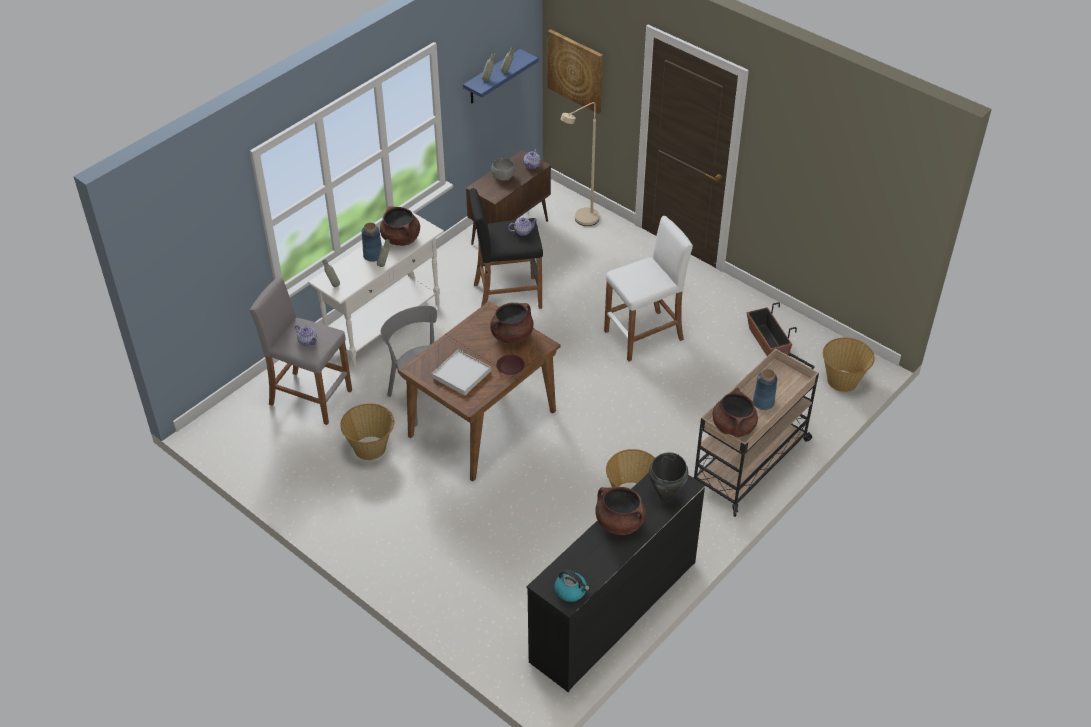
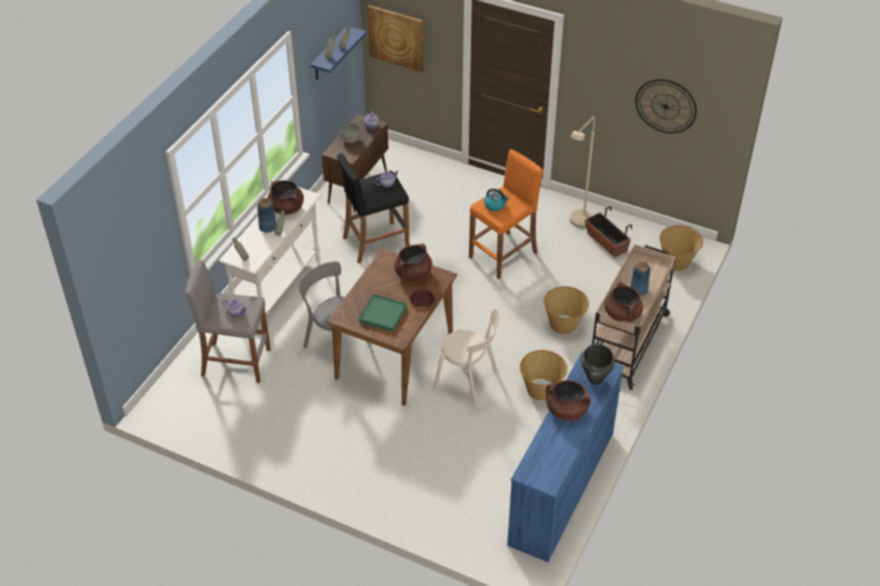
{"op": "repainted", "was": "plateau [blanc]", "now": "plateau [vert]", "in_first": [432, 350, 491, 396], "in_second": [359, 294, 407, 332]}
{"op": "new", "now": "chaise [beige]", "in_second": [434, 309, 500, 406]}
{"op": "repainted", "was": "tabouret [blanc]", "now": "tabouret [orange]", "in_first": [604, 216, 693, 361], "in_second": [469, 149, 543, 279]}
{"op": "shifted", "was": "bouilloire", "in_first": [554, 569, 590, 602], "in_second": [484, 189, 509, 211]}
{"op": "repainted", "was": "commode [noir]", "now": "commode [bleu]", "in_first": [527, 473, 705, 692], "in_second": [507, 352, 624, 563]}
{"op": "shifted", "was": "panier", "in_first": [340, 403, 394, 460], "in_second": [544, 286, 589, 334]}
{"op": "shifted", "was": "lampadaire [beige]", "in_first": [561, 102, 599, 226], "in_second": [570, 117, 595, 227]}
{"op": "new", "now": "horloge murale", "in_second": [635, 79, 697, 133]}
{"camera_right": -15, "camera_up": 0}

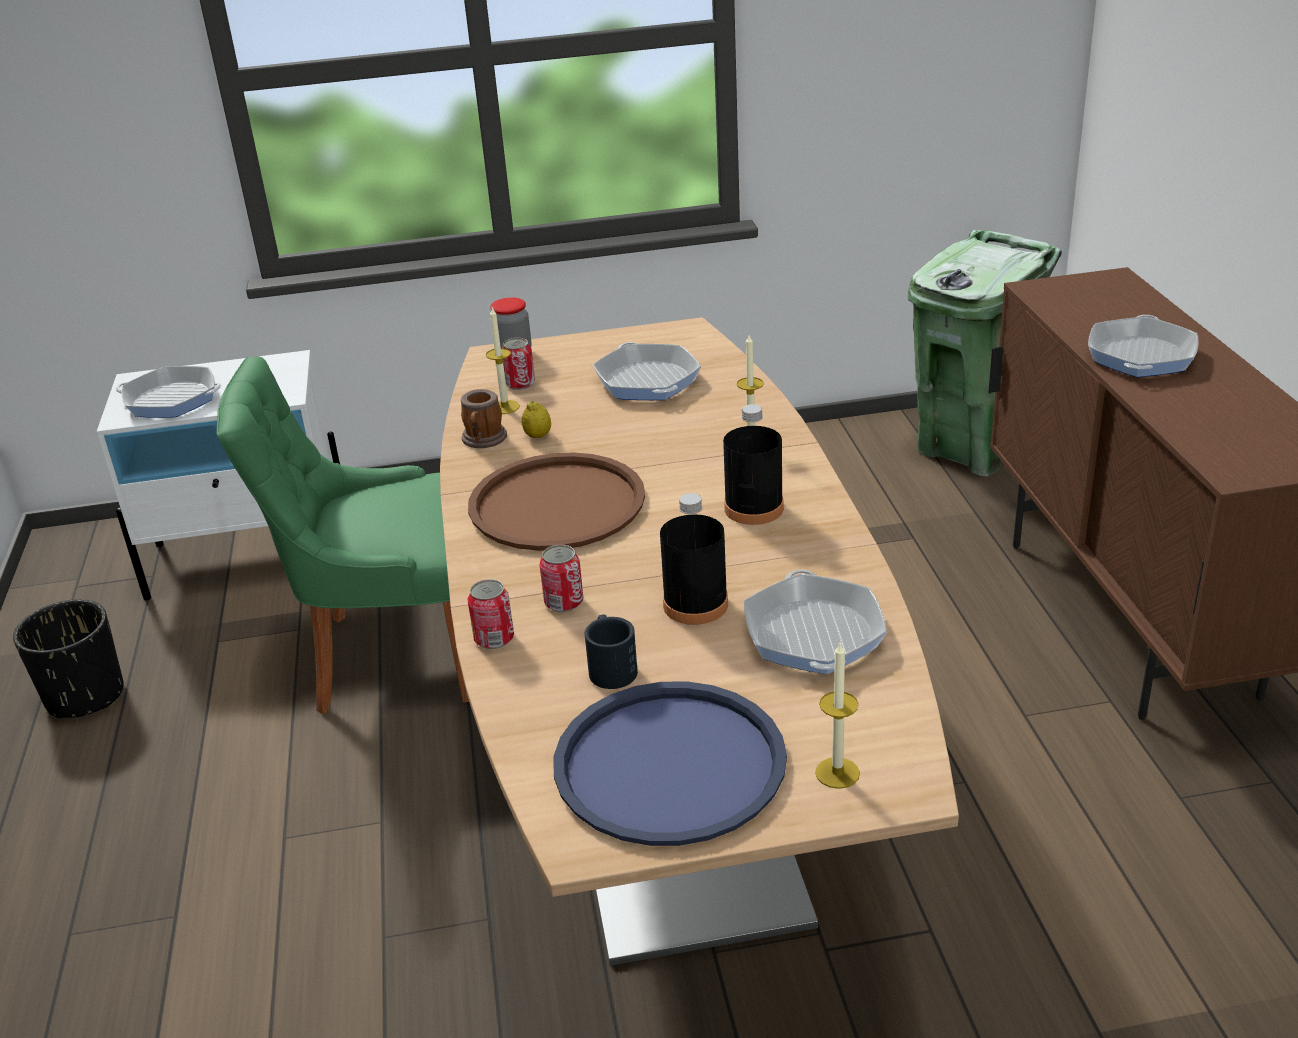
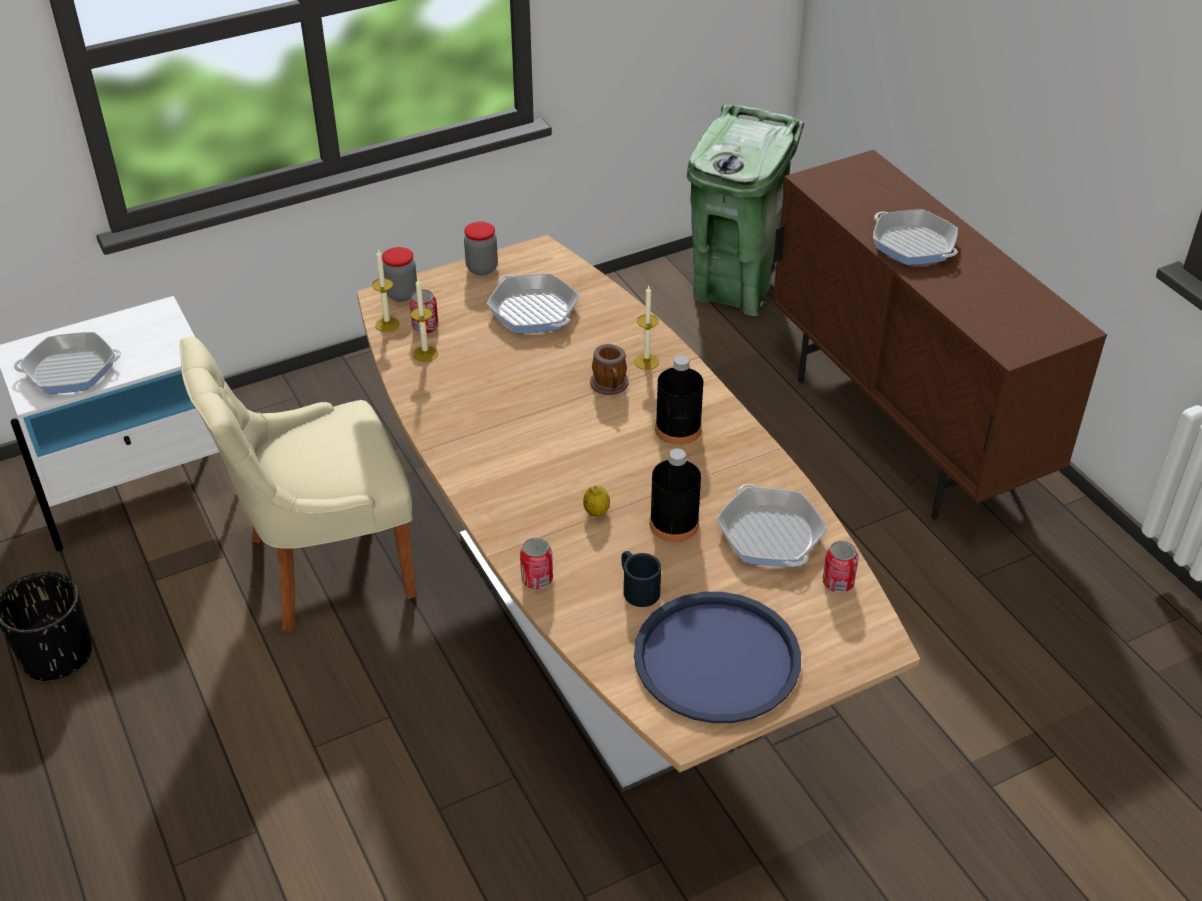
{"op": "repainted", "was": "chaise [vert]", "now": "chaise [beige]", "in_first": [216, 356, 469, 714], "in_second": [180, 336, 416, 632]}
{"op": "shifted", "was": "bougie", "in_first": [815, 643, 860, 789], "in_second": [372, 250, 400, 332]}
{"op": "new", "now": "bocal", "in_second": [464, 222, 498, 275]}
{"op": "shifted", "was": "citron", "in_first": [522, 401, 551, 438], "in_second": [583, 486, 610, 517]}
{"op": "shifted", "was": "mug", "in_first": [461, 389, 507, 448], "in_second": [590, 344, 629, 395]}
{"op": "shifted", "was": "boîte métallique", "in_first": [539, 545, 583, 612], "in_second": [823, 541, 859, 593]}
{"op": "rotated", "was": "poêle", "in_first": [1088, 315, 1199, 377], "in_second": [873, 209, 958, 265], "clockwise": -45}
{"op": "gone", "was": "plateau [marron]", "in_first": [468, 452, 645, 551]}
{"camera_right": -20, "camera_up": 10}

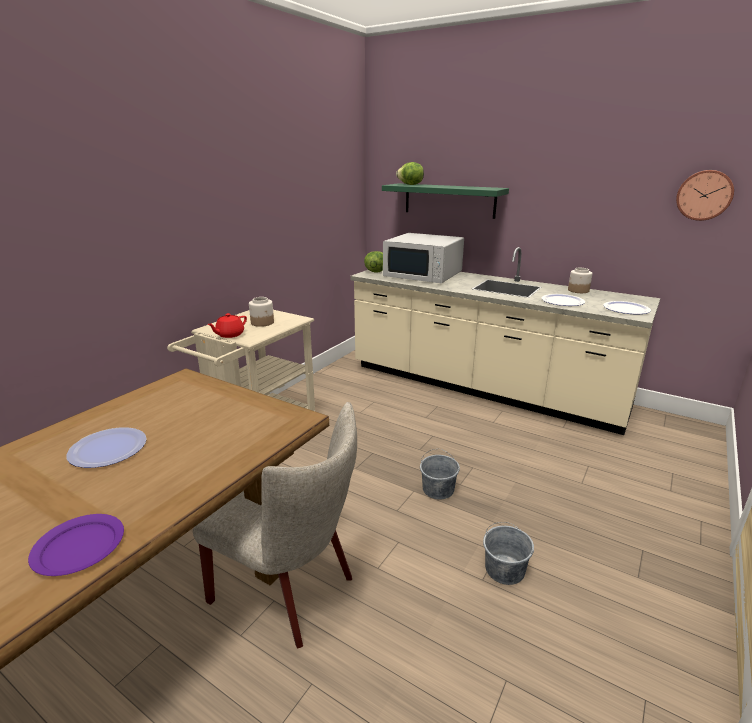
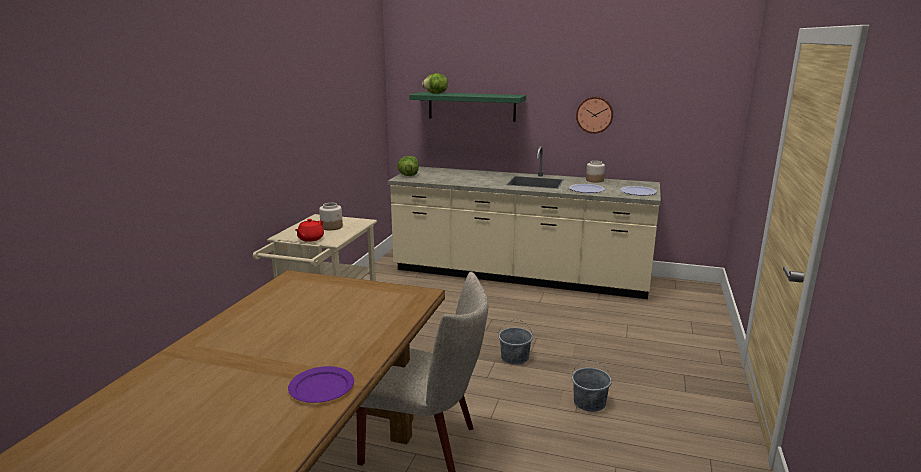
{"op": "shifted", "was": "horloge murale", "in_first": [676, 170, 734, 221], "in_second": [576, 97, 613, 134]}
{"op": "gone", "was": "assiette", "in_first": [66, 427, 147, 468]}
{"op": "gone", "was": "micro-ondes [blanc]", "in_first": [383, 233, 464, 283]}
{"camera_right": -15, "camera_up": -5}

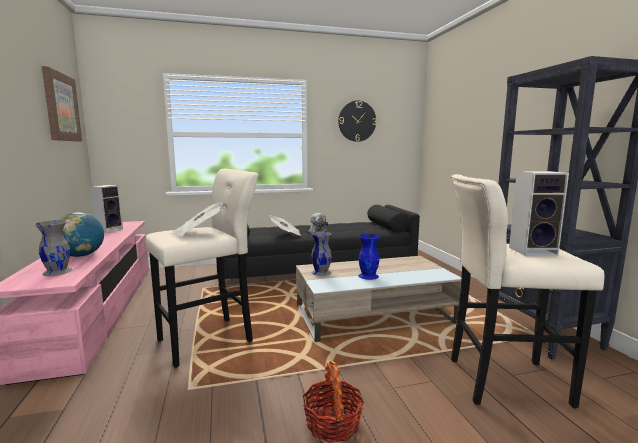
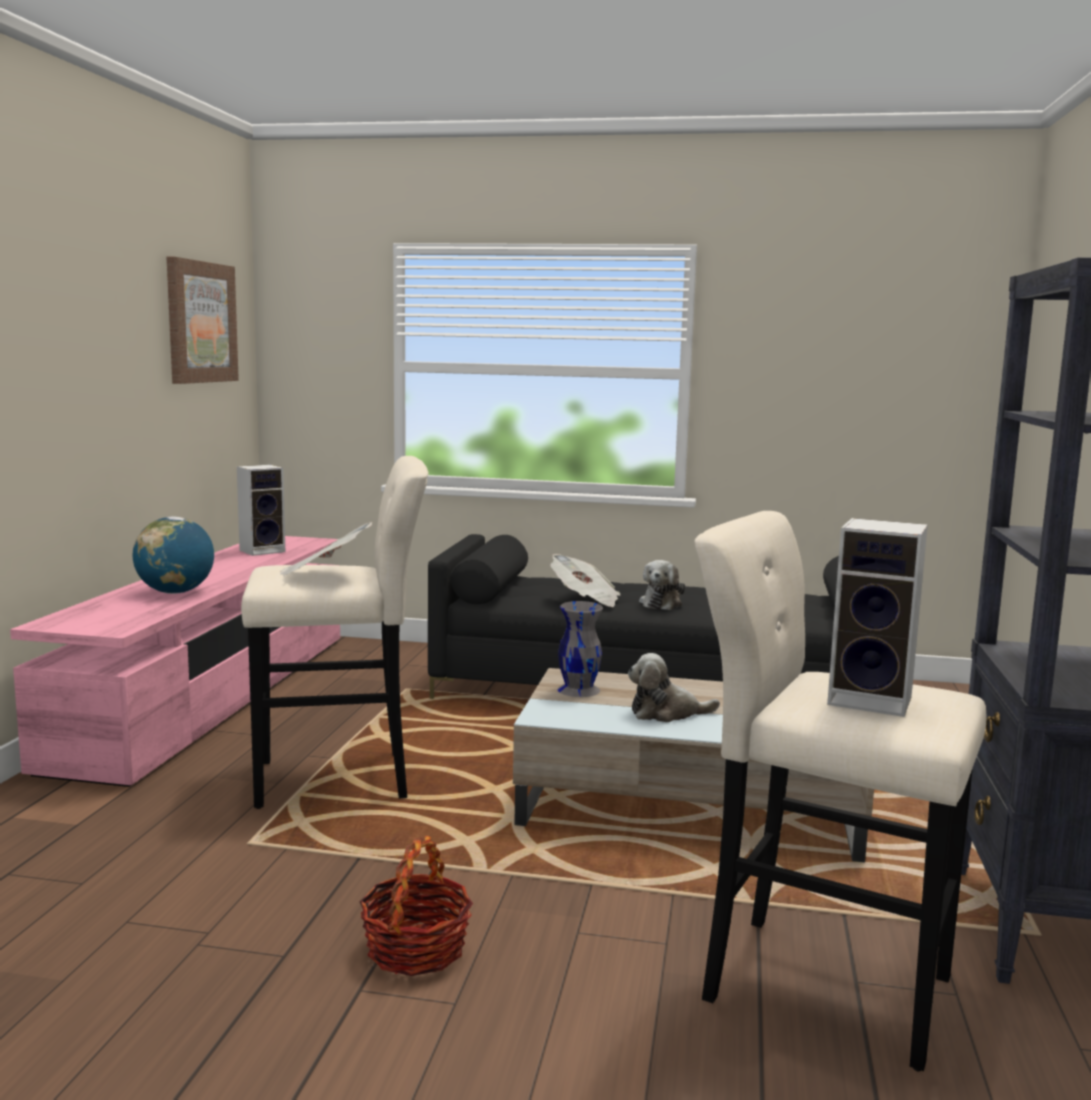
{"op": "swapped", "was": "vase [bleu]", "now": "peluche", "in_first": [358, 234, 380, 280], "in_second": [628, 653, 720, 722]}
{"op": "gone", "was": "vase [gris]", "in_first": [35, 220, 73, 276]}
{"op": "gone", "was": "horloge murale", "in_first": [338, 101, 376, 142]}
{"camera_right": 25, "camera_up": 0}

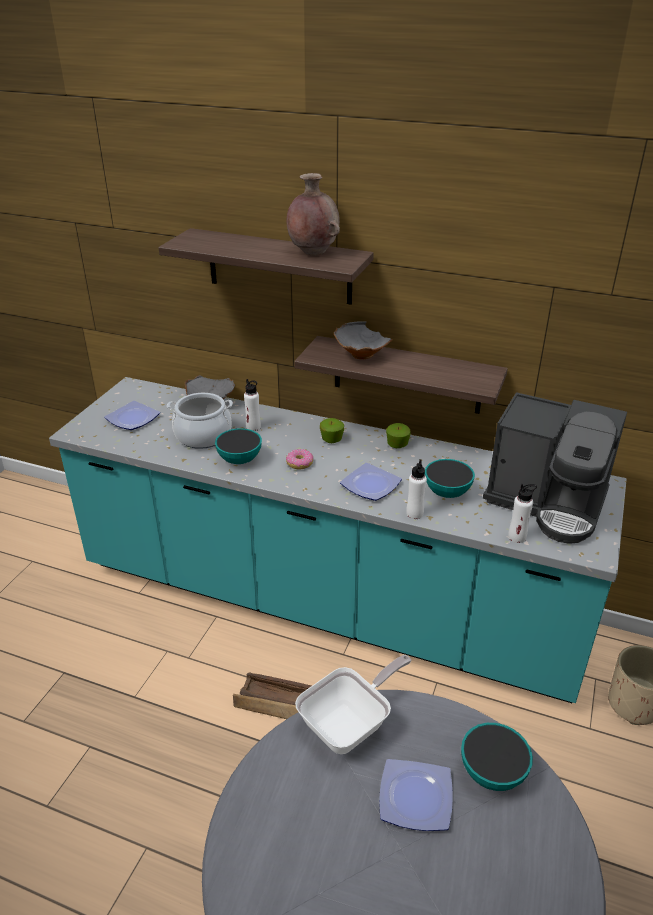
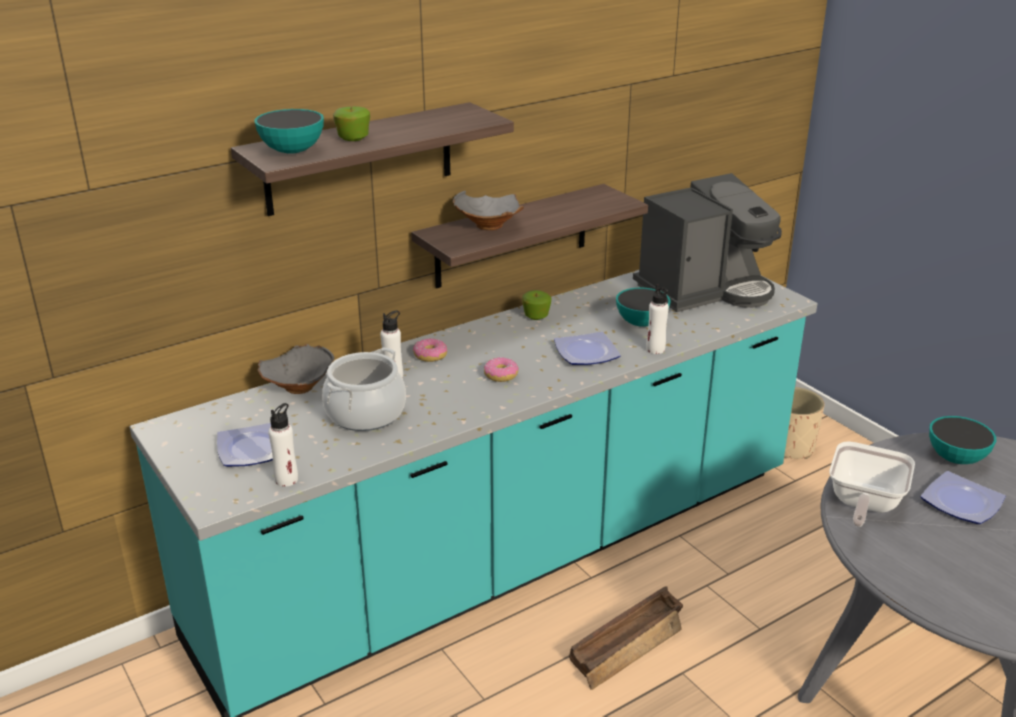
{"op": "shifted", "was": "bol", "in_first": [215, 428, 262, 464], "in_second": [254, 109, 324, 154]}
{"op": "shifted", "was": "bouteille [blanc]", "in_first": [508, 484, 537, 543], "in_second": [268, 403, 298, 487]}
{"op": "shifted", "was": "pomme", "in_first": [320, 418, 344, 443], "in_second": [333, 106, 370, 141]}
{"op": "new", "now": "beignet", "in_second": [413, 338, 447, 362]}
{"op": "rotated", "was": "poêle", "in_first": [295, 655, 411, 754], "in_second": [829, 441, 915, 527], "clockwise": -150}
{"op": "gone", "was": "vase [marron]", "in_first": [287, 173, 340, 256]}
{"camera_right": -55, "camera_up": -5}

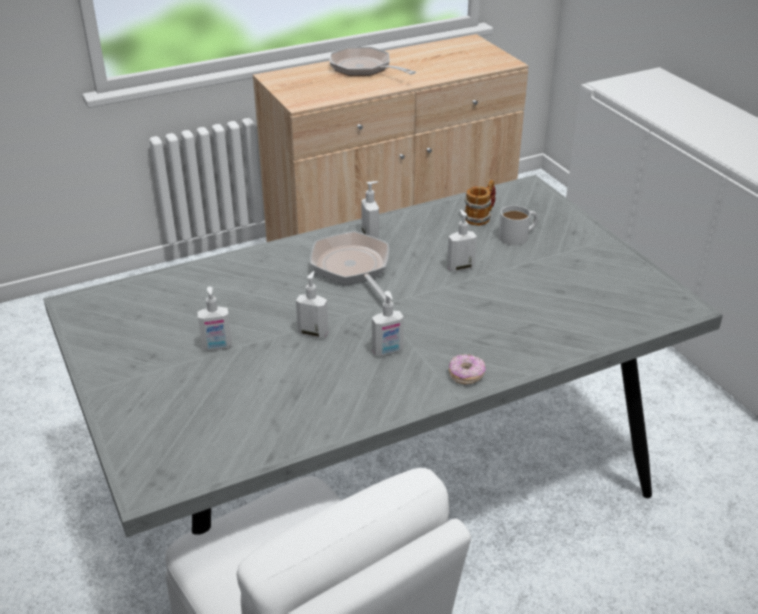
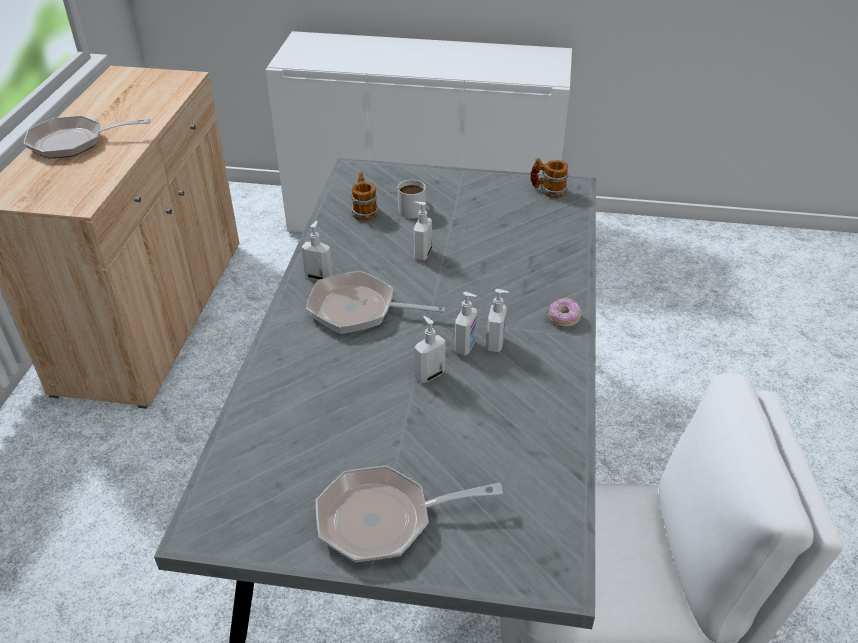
{"op": "new", "now": "poêle", "in_second": [316, 466, 503, 562]}
{"op": "shifted", "was": "distributeur de savon", "in_first": [197, 286, 232, 351], "in_second": [455, 292, 477, 356]}
{"op": "new", "now": "mug", "in_second": [530, 158, 569, 198]}
{"camera_right": -55, "camera_up": 5}

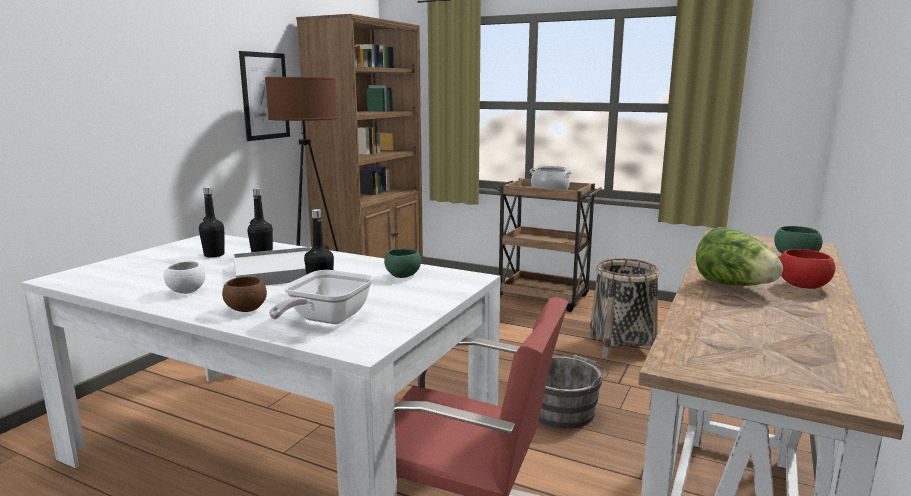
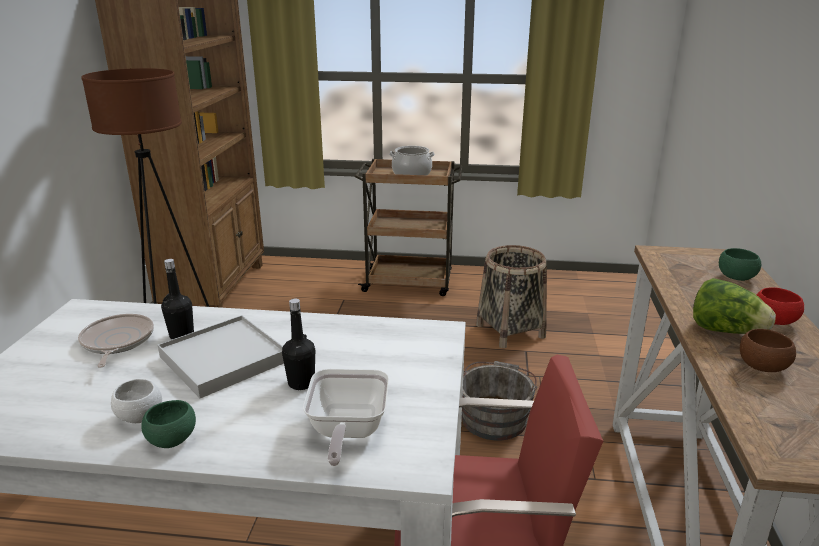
{"op": "swapped", "was": "bouteille [noir]", "now": "poêle", "in_first": [199, 187, 225, 258], "in_second": [78, 314, 154, 368]}
{"op": "shifted", "was": "bol [vert]", "in_first": [384, 249, 421, 278], "in_second": [141, 400, 196, 448]}
{"op": "shifted", "was": "bol [marron]", "in_first": [222, 277, 267, 312], "in_second": [740, 329, 796, 372]}
{"op": "gone", "was": "tableau", "in_first": [239, 51, 290, 141]}
{"camera_right": -20, "camera_up": 10}

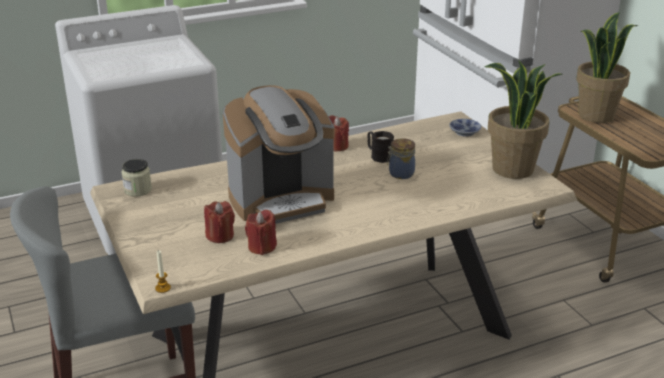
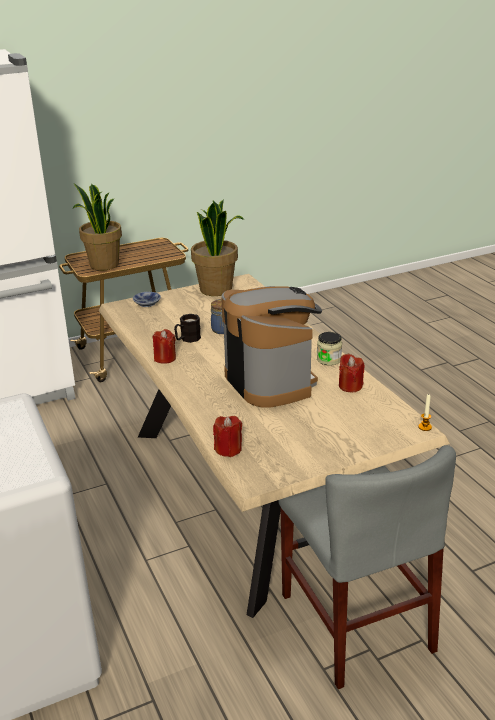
{"op": "shifted", "was": "bougie [rouge]", "in_first": [204, 201, 235, 243], "in_second": [213, 416, 242, 457]}
{"op": "shifted", "was": "bocal", "in_first": [122, 159, 152, 197], "in_second": [317, 332, 342, 366]}
{"camera_right": -90, "camera_up": 0}

